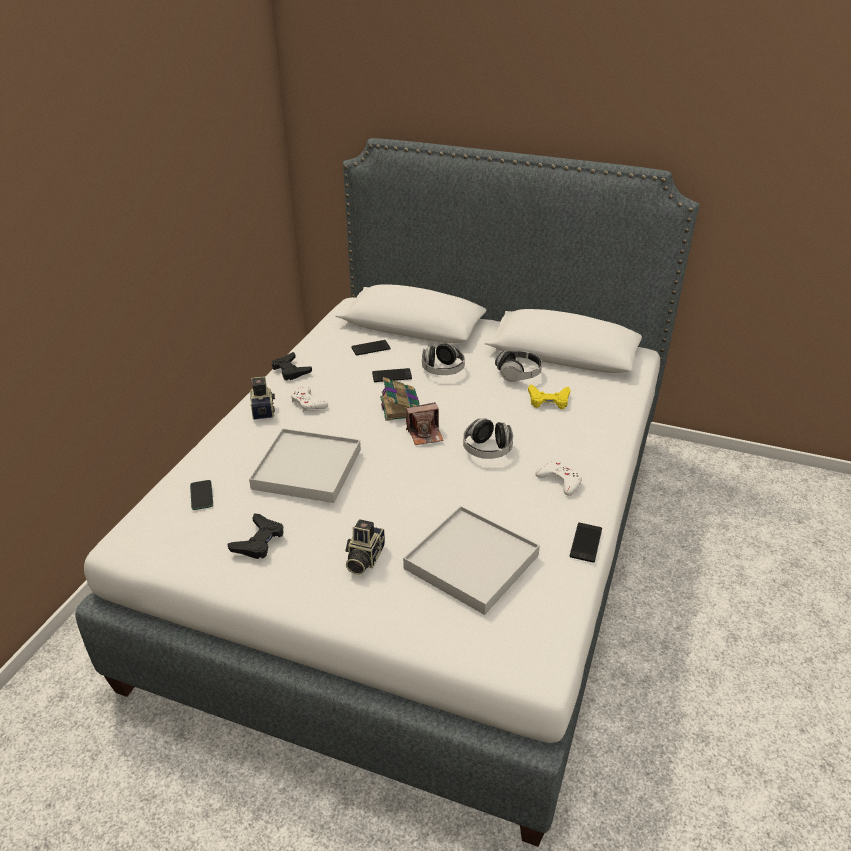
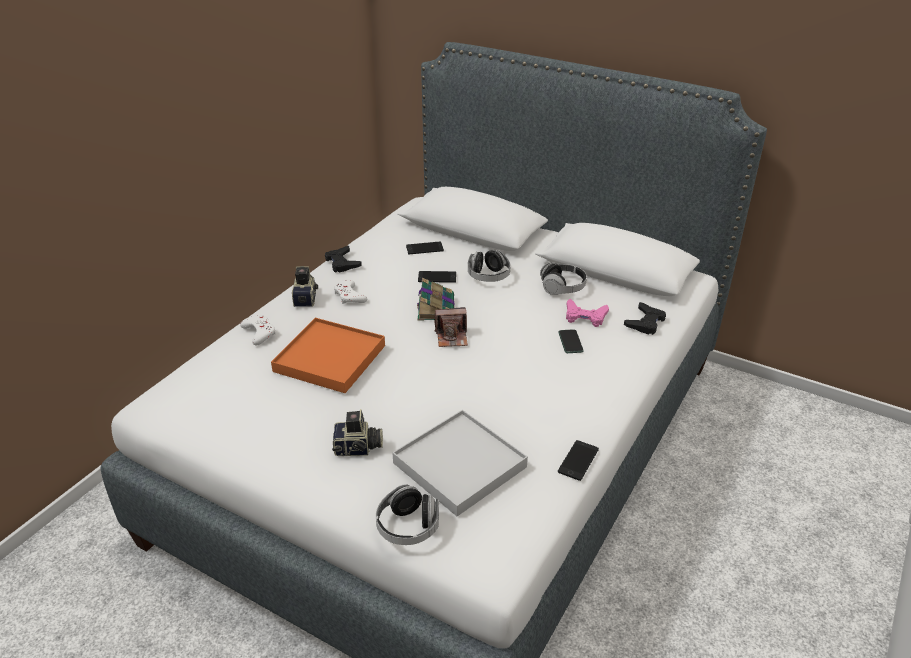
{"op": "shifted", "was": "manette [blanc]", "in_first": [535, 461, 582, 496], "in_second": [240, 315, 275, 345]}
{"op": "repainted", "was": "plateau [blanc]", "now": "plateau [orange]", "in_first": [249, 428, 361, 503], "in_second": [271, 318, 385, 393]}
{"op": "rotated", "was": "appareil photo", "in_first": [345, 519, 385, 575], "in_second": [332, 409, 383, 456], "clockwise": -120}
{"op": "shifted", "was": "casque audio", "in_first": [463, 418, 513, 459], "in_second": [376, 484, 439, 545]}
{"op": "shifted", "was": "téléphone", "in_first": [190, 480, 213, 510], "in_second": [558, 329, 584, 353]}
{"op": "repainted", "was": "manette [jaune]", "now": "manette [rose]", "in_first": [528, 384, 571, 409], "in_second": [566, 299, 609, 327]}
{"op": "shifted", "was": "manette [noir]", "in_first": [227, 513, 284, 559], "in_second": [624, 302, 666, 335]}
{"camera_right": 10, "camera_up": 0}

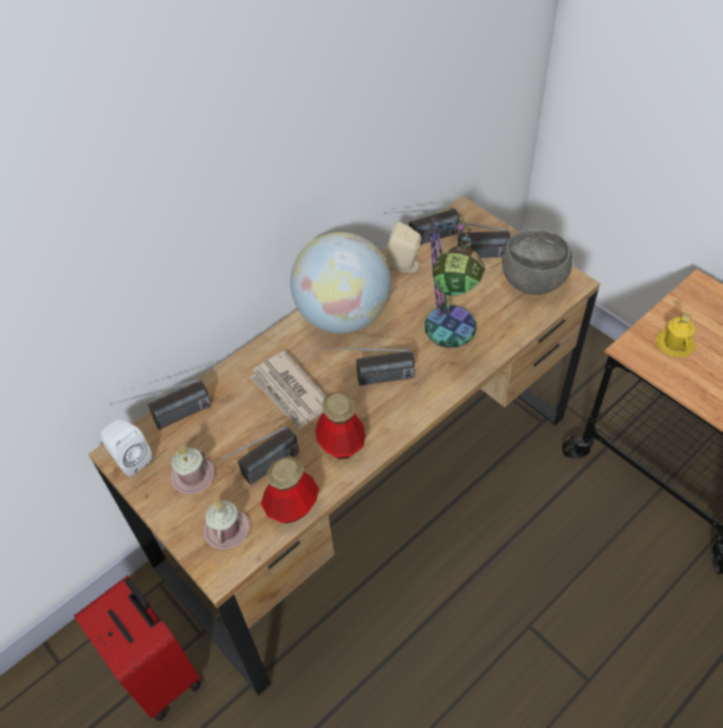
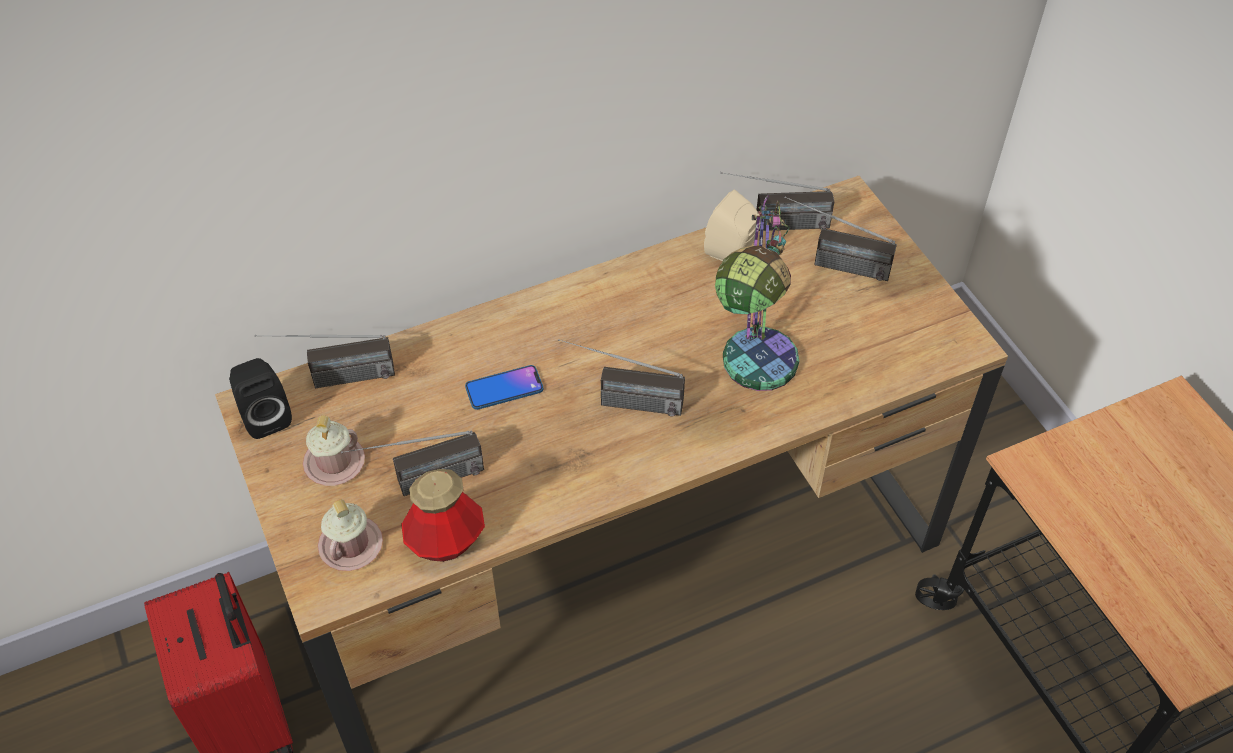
{"op": "repainted", "was": "enceinte [blanc]", "now": "enceinte [noir]", "in_first": [101, 419, 152, 476], "in_second": [229, 358, 292, 439]}
{"op": "swapped", "was": "journal", "now": "téléphone", "in_first": [250, 351, 326, 430], "in_second": [465, 365, 543, 410]}
{"op": "gone", "was": "globe", "in_first": [290, 232, 391, 334]}
{"op": "gone", "was": "bouteille", "in_first": [315, 392, 366, 459]}
{"op": "gone", "was": "bol [gris]", "in_first": [502, 229, 572, 295]}
{"op": "gone", "was": "mug [jaune]", "in_first": [656, 313, 696, 357]}
{"camera_right": 15, "camera_up": 0}

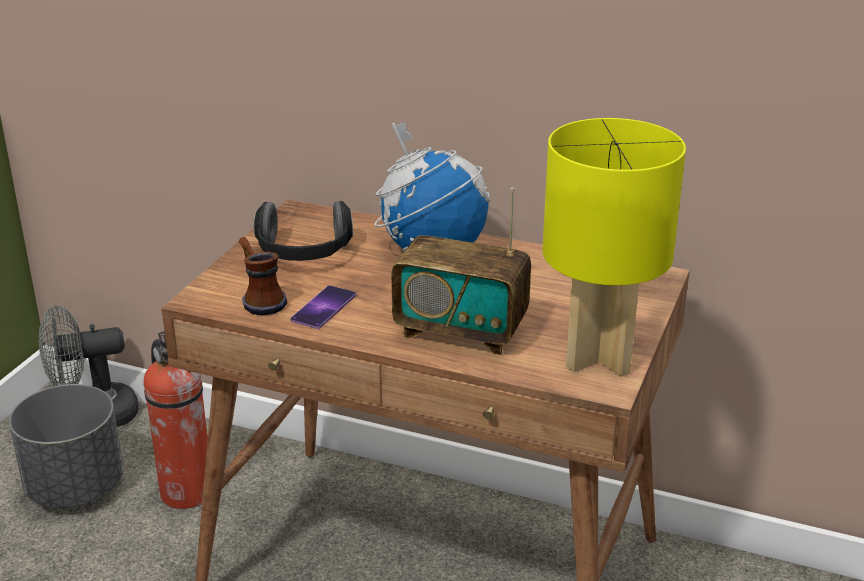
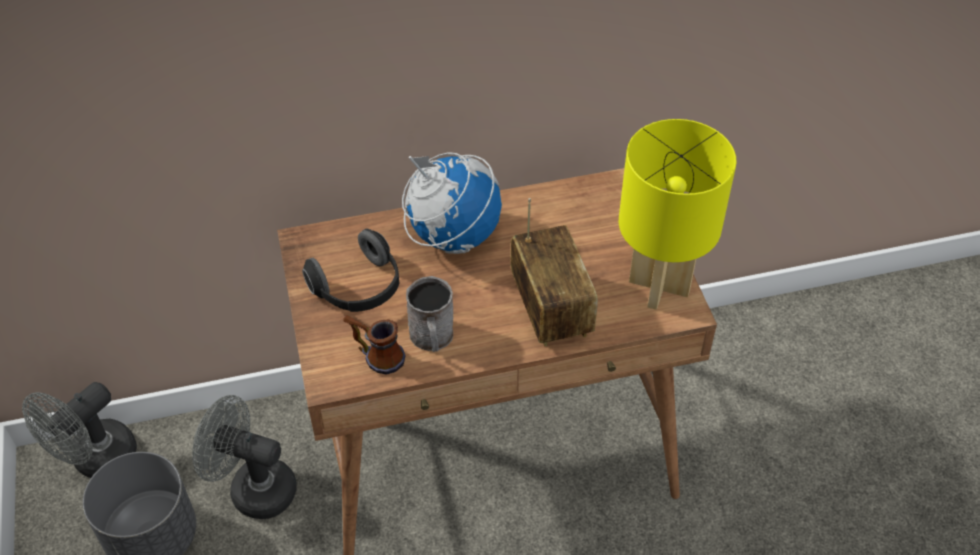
{"op": "swapped", "was": "extincteur", "now": "ventilateur [gris]", "in_first": [143, 331, 208, 509], "in_second": [192, 395, 297, 519]}
{"op": "swapped", "was": "téléphone", "now": "mug [gris]", "in_first": [290, 286, 356, 329], "in_second": [406, 276, 453, 352]}
{"op": "rotated", "was": "radio", "in_first": [391, 188, 531, 355], "in_second": [510, 198, 598, 347], "clockwise": -90}
{"camera_right": -35, "camera_up": 20}

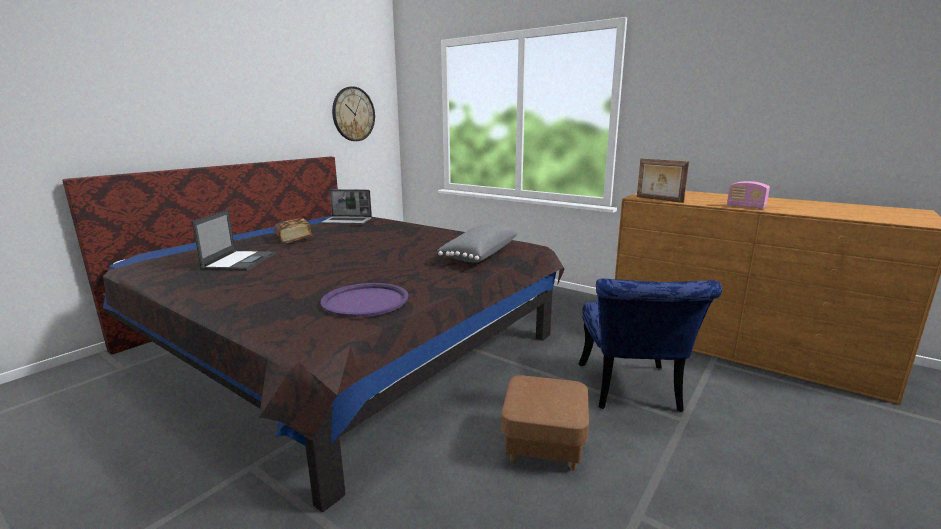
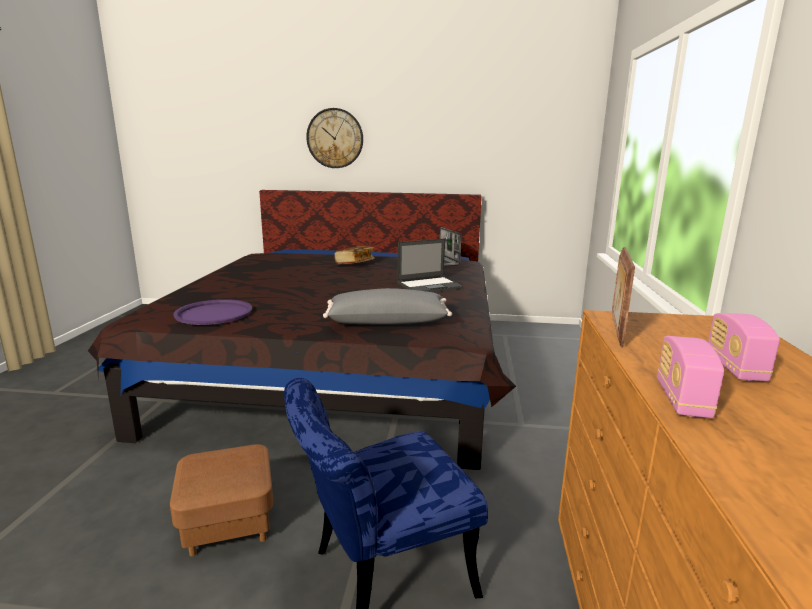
{"op": "shifted", "was": "horloge murale", "in_first": [332, 86, 375, 141], "in_second": [306, 108, 363, 168]}
{"op": "shifted", "was": "ordinateur portable", "in_first": [192, 209, 276, 271], "in_second": [397, 239, 464, 292]}
{"op": "new", "now": "radio", "in_second": [708, 313, 780, 381]}
{"camera_right": 60, "camera_up": 0}

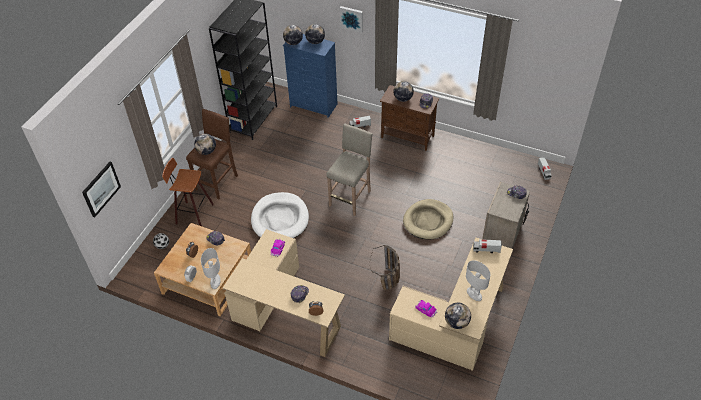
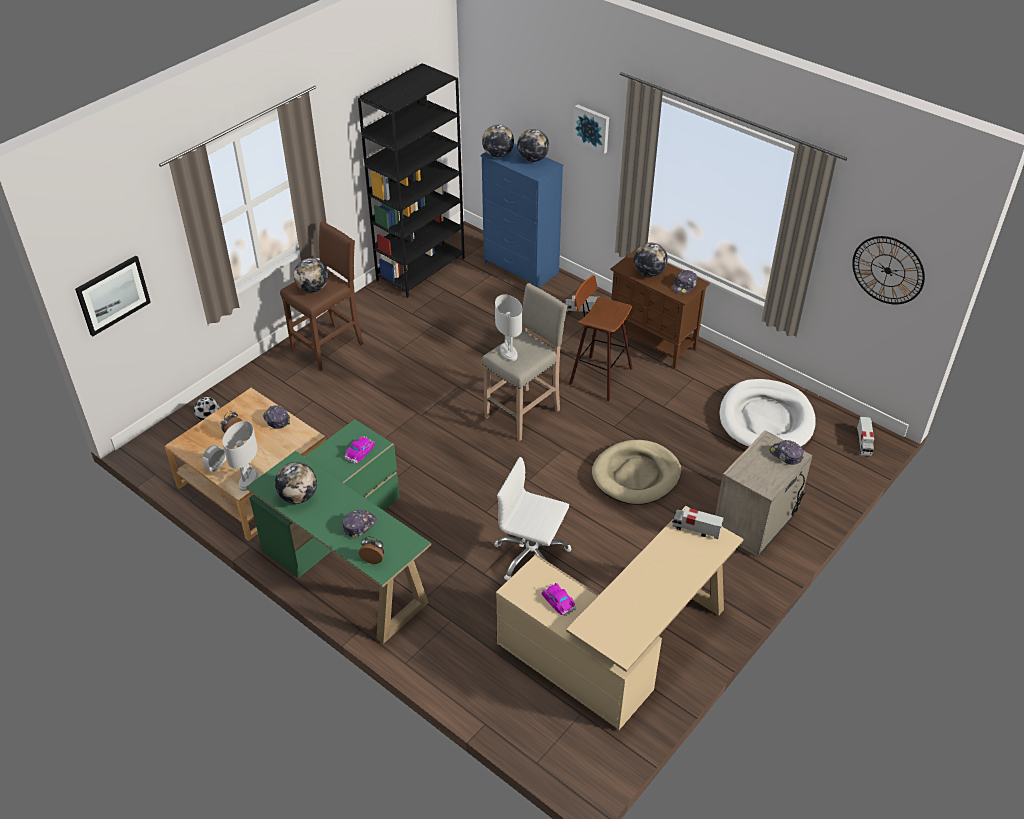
{"op": "repainted", "was": "bureau [beige]", "now": "bureau [vert]", "in_first": [223, 229, 345, 357], "in_second": [246, 419, 431, 644]}
{"op": "shifted", "was": "globe", "in_first": [445, 303, 471, 329], "in_second": [275, 462, 317, 504]}
{"op": "swapped", "was": "panier", "now": "chaise de bureau [blanc]", "in_first": [370, 245, 400, 290], "in_second": [494, 457, 571, 581]}
{"op": "shifted", "was": "lampe de table [blanc]", "in_first": [466, 260, 490, 301], "in_second": [495, 294, 523, 361]}
{"op": "shifted", "was": "tabouret", "in_first": [162, 158, 214, 226], "in_second": [569, 275, 633, 401]}
{"op": "shifted", "was": "panier pour chien [blanc]", "in_first": [251, 192, 309, 238], "in_second": [719, 379, 816, 448]}
{"op": "new", "now": "horloge murale", "in_second": [852, 236, 925, 304]}
{"camera_right": 15, "camera_up": -5}

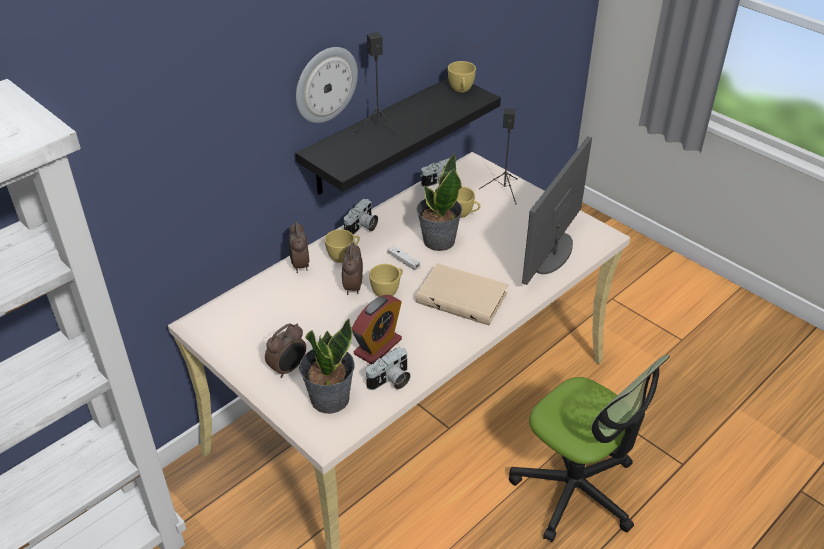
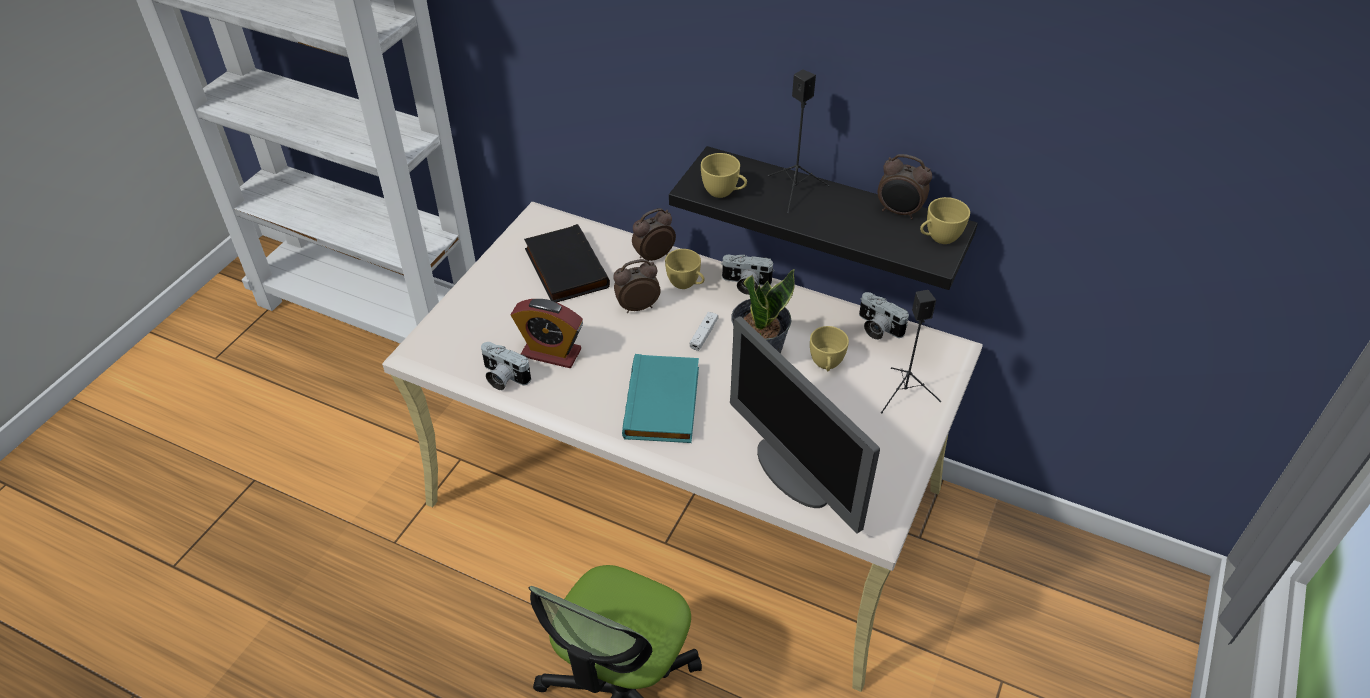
{"op": "new", "now": "livre [noir]", "in_second": [524, 224, 610, 303]}
{"op": "repainted", "was": "livre [beige]", "now": "livre [turquoise]", "in_first": [416, 263, 508, 325], "in_second": [622, 354, 699, 443]}
{"op": "shifted", "was": "tasse [jaune]", "in_first": [369, 264, 403, 297], "in_second": [701, 153, 747, 198]}
{"op": "rotated", "was": "écran d'ordinateur", "in_first": [522, 137, 592, 285], "in_second": [730, 316, 880, 533], "clockwise": -135}
{"op": "shifted", "was": "réveil", "in_first": [265, 323, 306, 378], "in_second": [878, 154, 932, 219]}
{"op": "gone", "was": "horloge murale", "in_first": [296, 47, 358, 123]}
{"op": "gone", "was": "plante en pot", "in_first": [299, 318, 355, 414]}
{"camera_right": 70, "camera_up": 5}

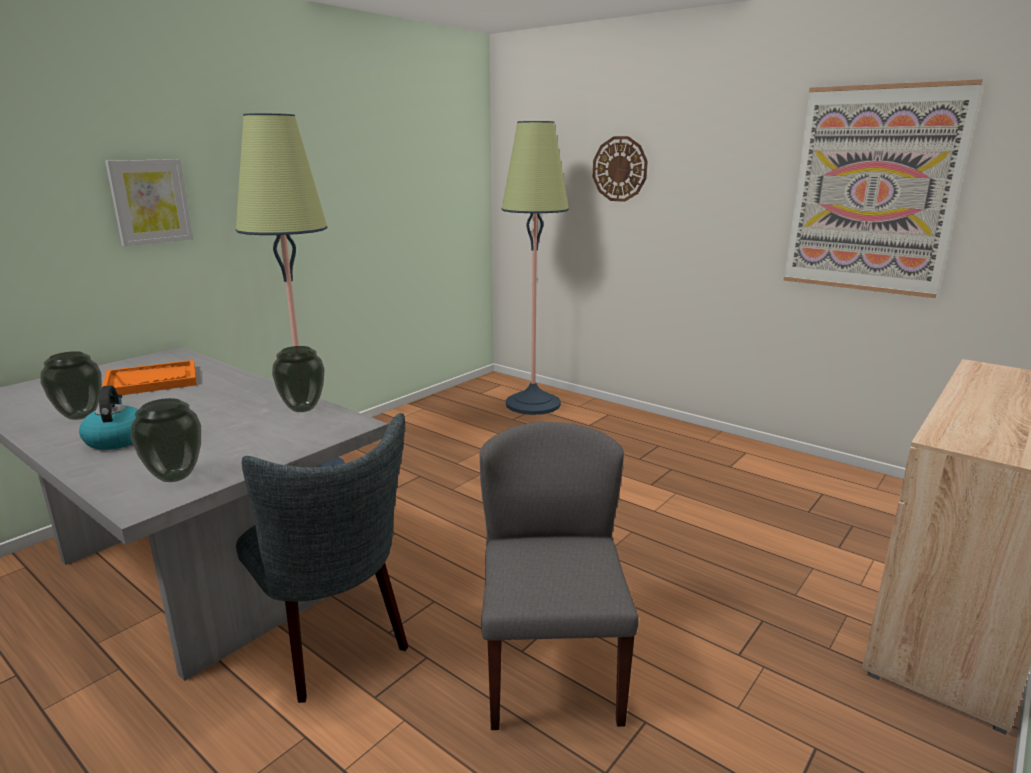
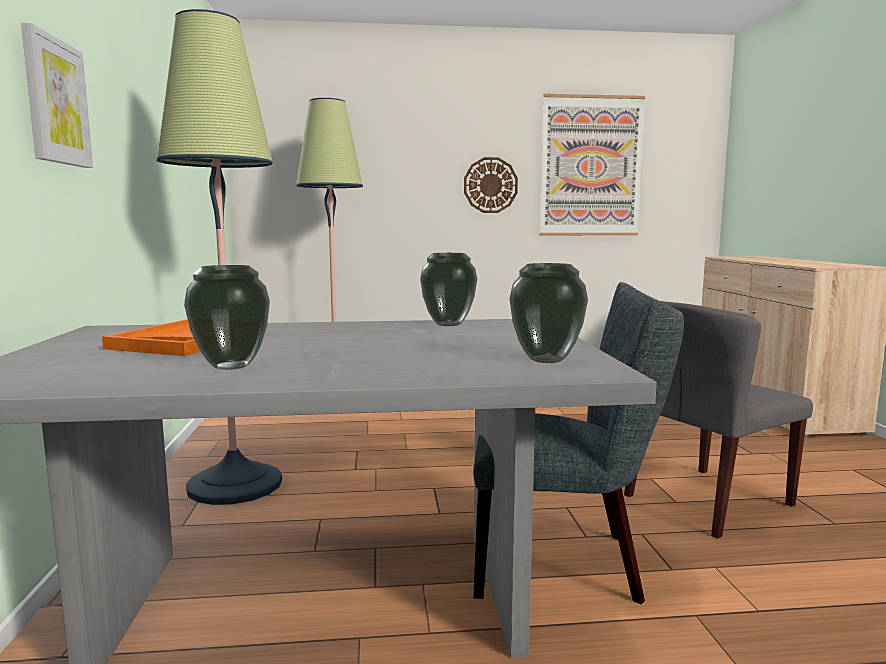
{"op": "shifted", "was": "horloge murale", "in_first": [593, 136, 648, 202], "in_second": [464, 157, 518, 213]}
{"op": "rotated", "was": "chaise [gris]", "in_first": [480, 422, 639, 730], "in_second": [624, 301, 813, 539], "clockwise": -75}
{"op": "gone", "was": "bouilloire", "in_first": [79, 385, 138, 450]}
{"camera_right": -45, "camera_up": -10}

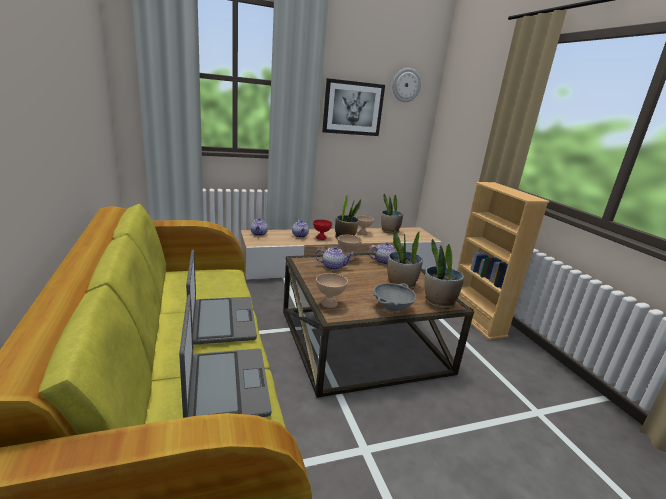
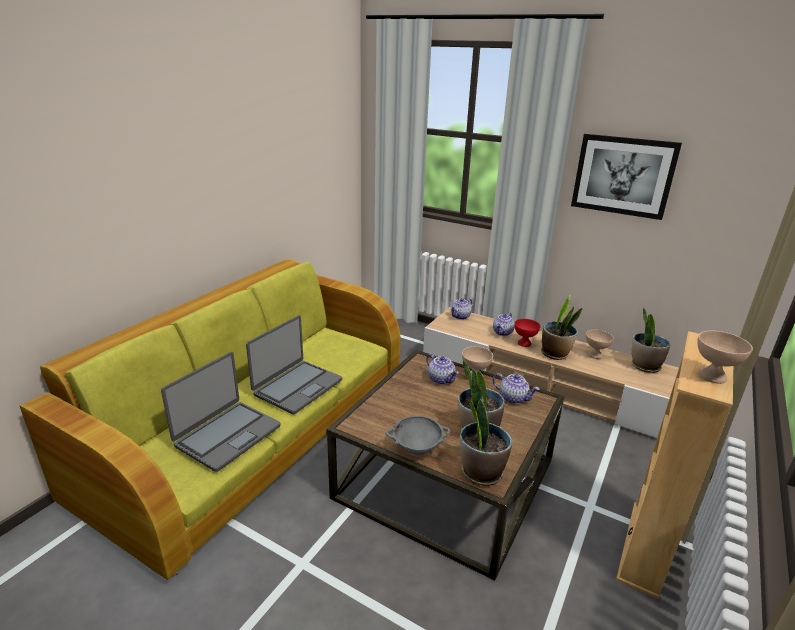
{"op": "shifted", "was": "bol [beige]", "in_first": [316, 273, 348, 308], "in_second": [697, 331, 753, 384]}
{"op": "gone", "was": "horloge murale", "in_first": [392, 68, 421, 102]}
{"camera_right": 50, "camera_up": 5}

